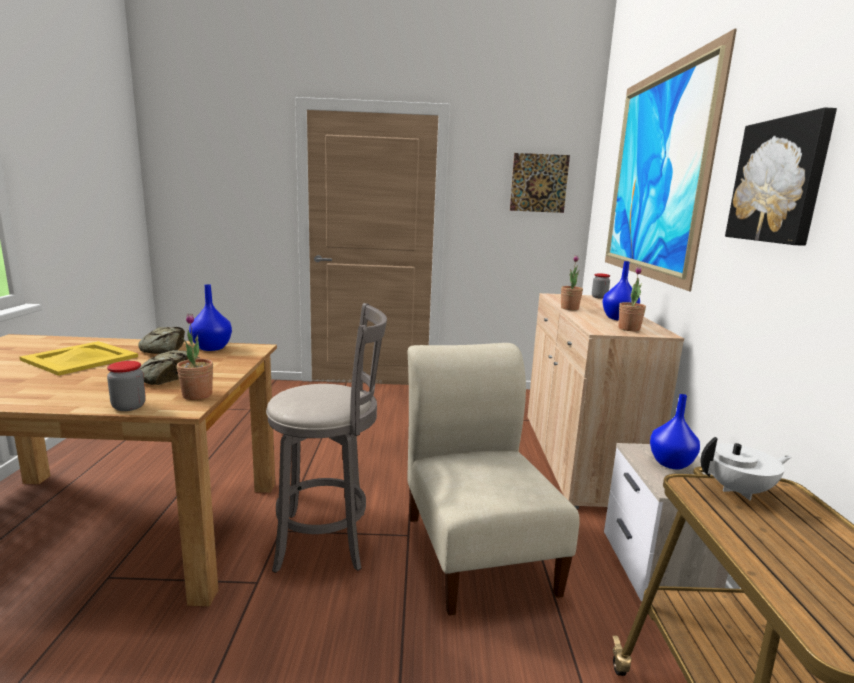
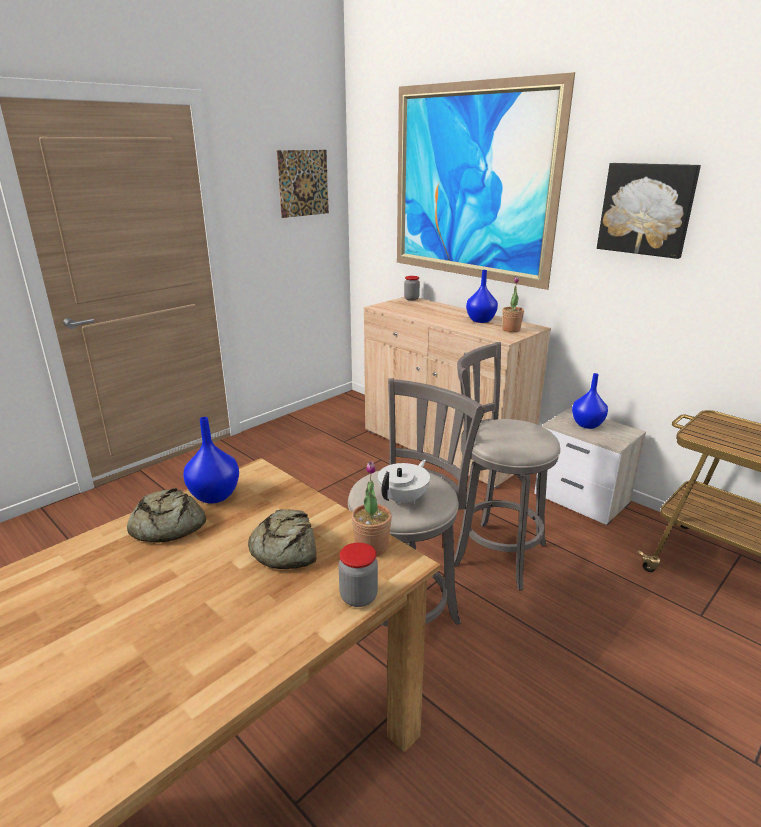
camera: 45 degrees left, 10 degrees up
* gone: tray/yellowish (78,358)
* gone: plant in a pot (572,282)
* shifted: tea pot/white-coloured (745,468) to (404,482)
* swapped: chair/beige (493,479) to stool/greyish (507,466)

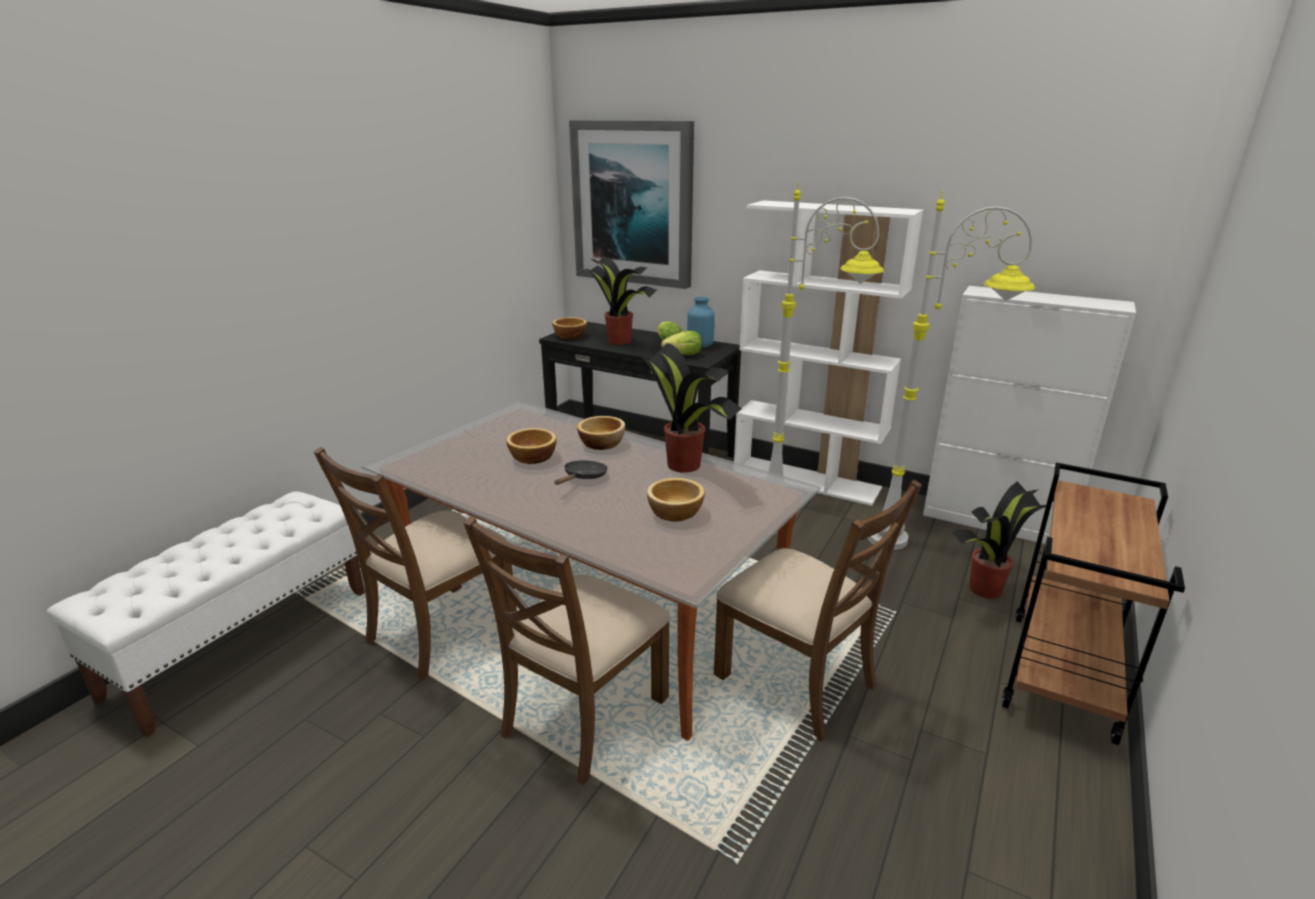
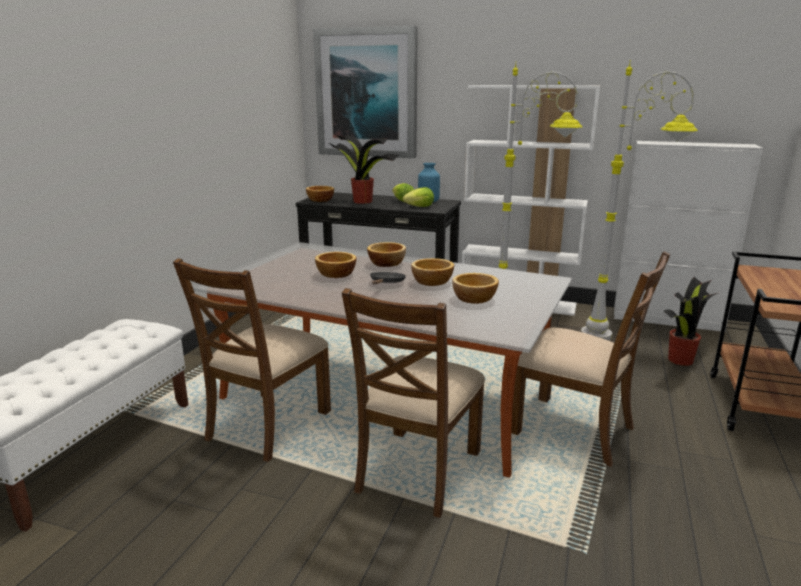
camera: 10 degrees left, 5 degrees down
* gone: plant in a pot (690,408)
* new: serving bowl (432,272)

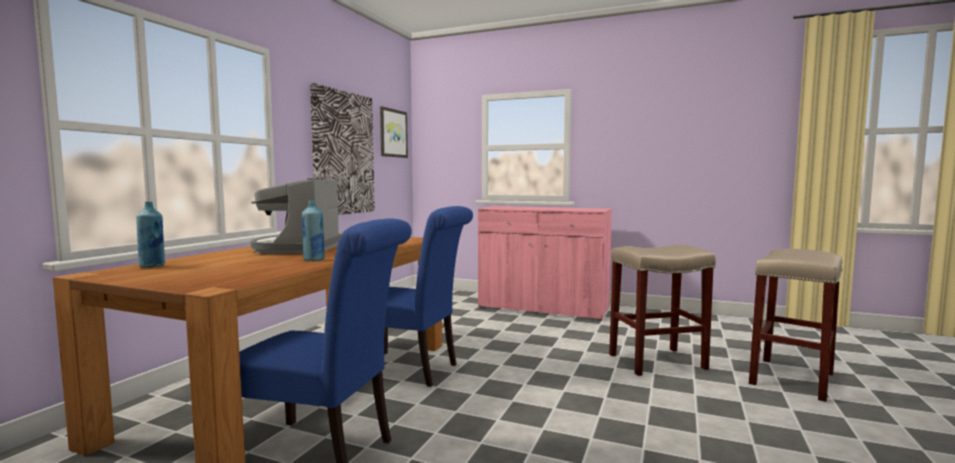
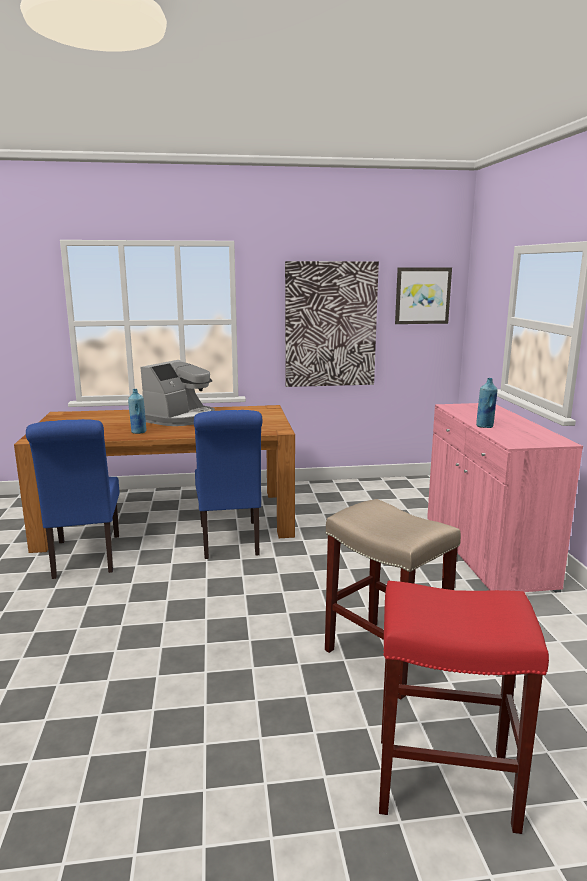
camera: 60 degrees right, 10 degrees up
* shifted: bottle/blue-coloured (150,235) to (487,403)
* repainted: stool/beige (796,325) to stool/red-coloured (464,707)
* rotated: coffee maker (296,216) = (177,393) 150 degrees clockwise

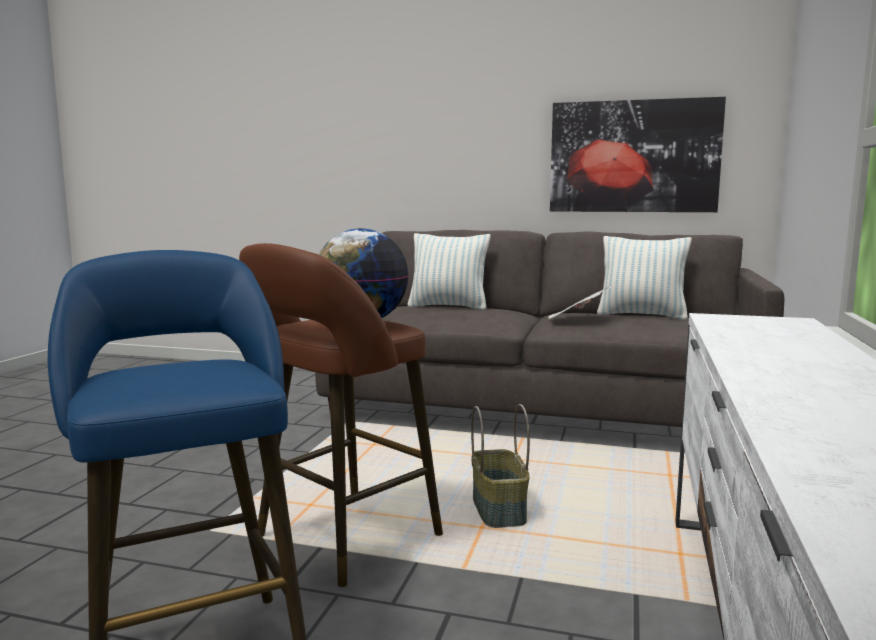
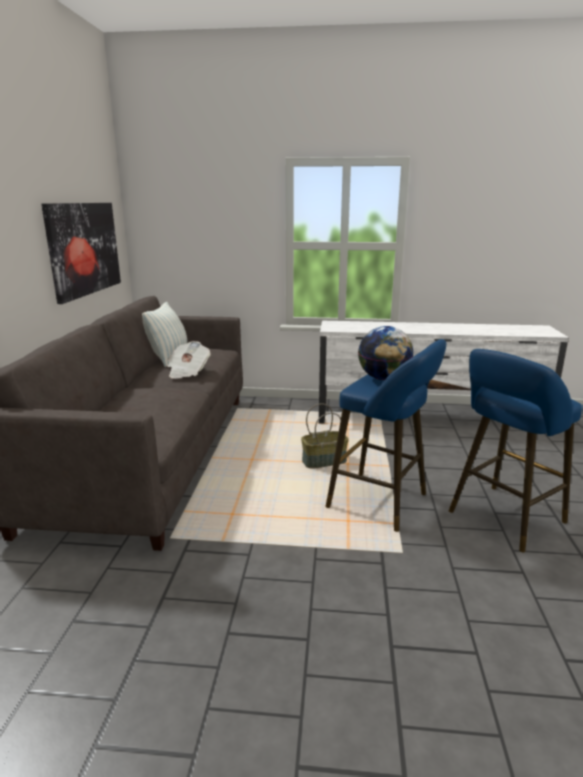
camera: 100 degrees left, 10 degrees up
* gone: pillow (449,271)
* repainted: stool/brown-coloured (341,415) to stool/blue-coloured (386,435)

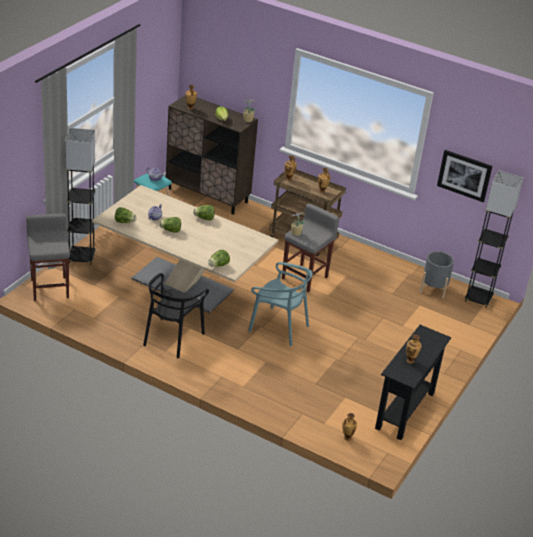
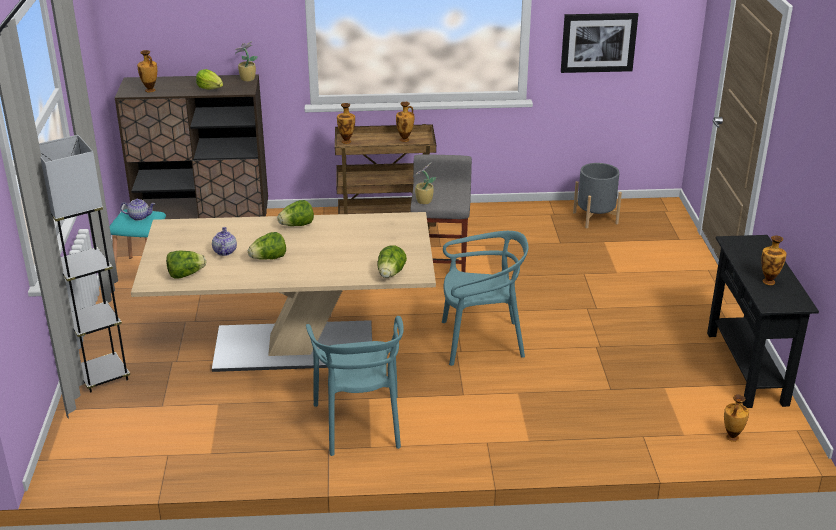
camera: 30 degrees left, 5 degrees down
* gone: stool/greyish (48,257)
* gone: standard lamp/greyish (494,239)
* repainted: chair/black-coloured (176,315) to chair/blue-green (355,386)

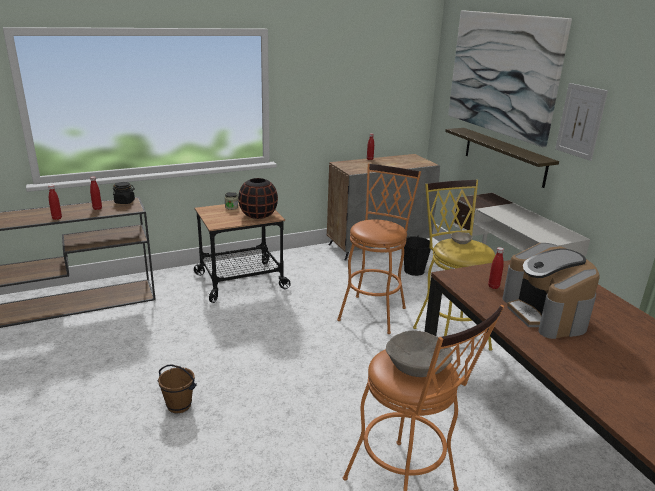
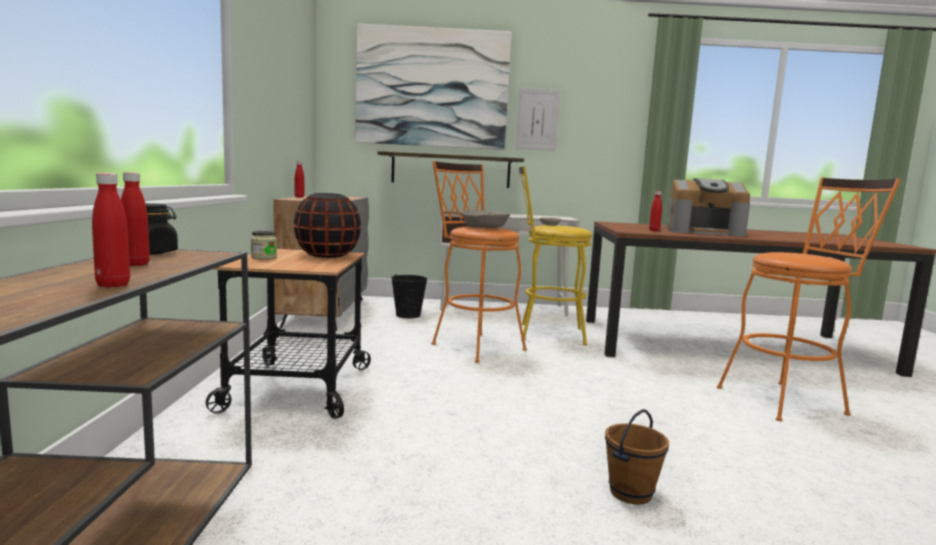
camera: 65 degrees left, 15 degrees down
* shifted: serving bowl/beige (419,354) to (485,218)

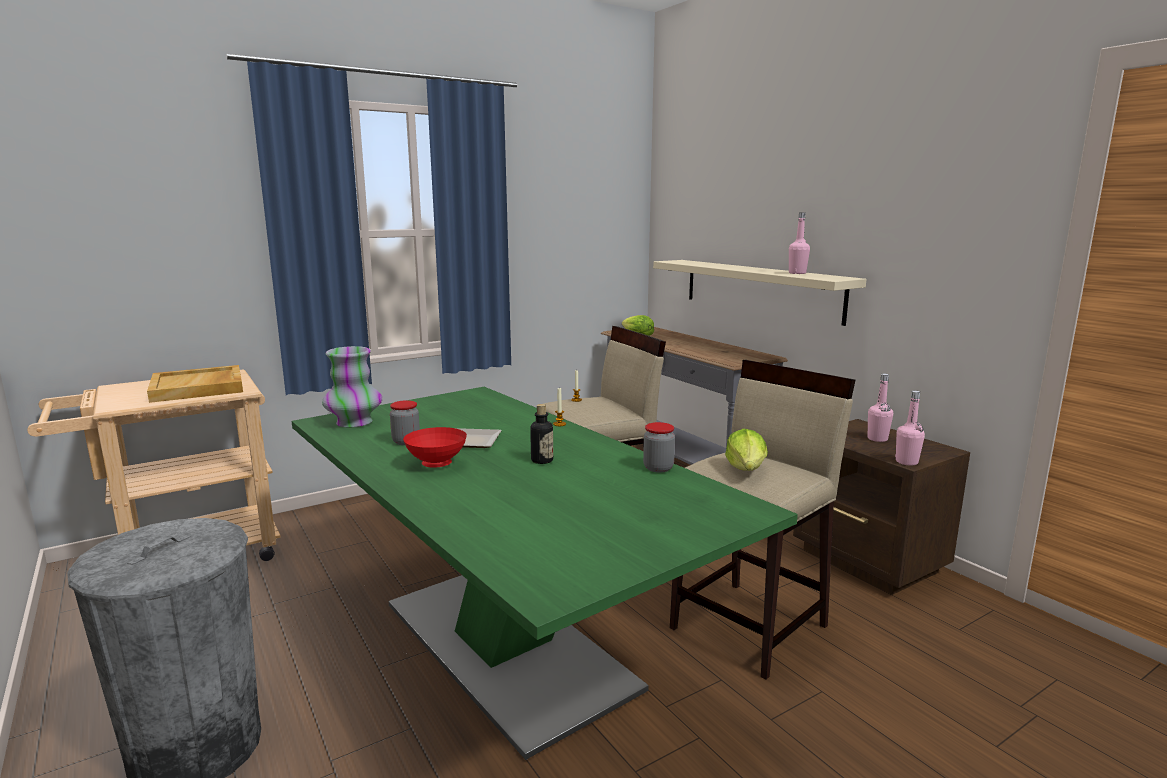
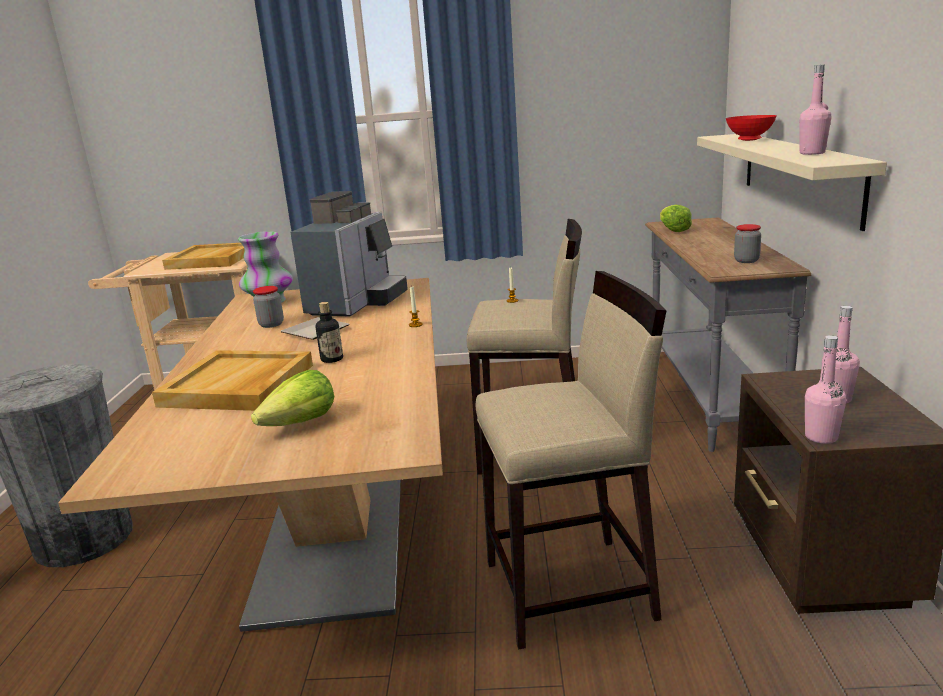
camera: 35 degrees right, 5 degrees up
* new: tray/beige (232,380)
* new: coffee maker (349,254)
* shifted: serving bowl/red-coloured (435,447) to (751,128)
* shifted: preserve jar (659,447) to (747,243)
* shifted: head of lettuce (746,450) to (292,398)
* repainted: kitchen table/green (545,573) to kitchen table/beige (250,455)

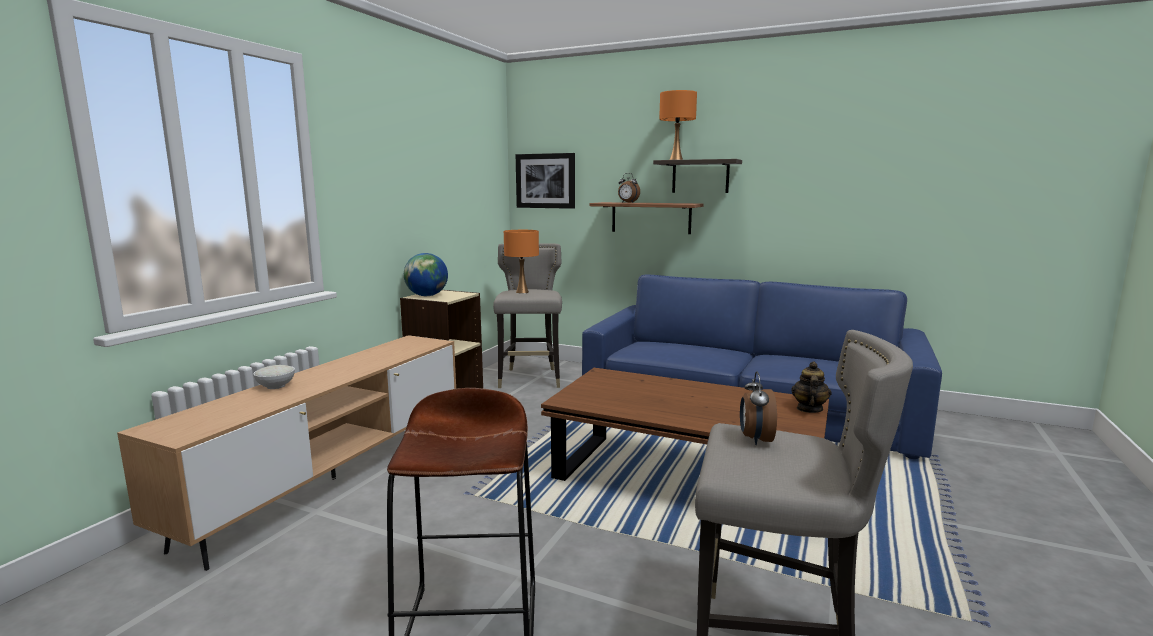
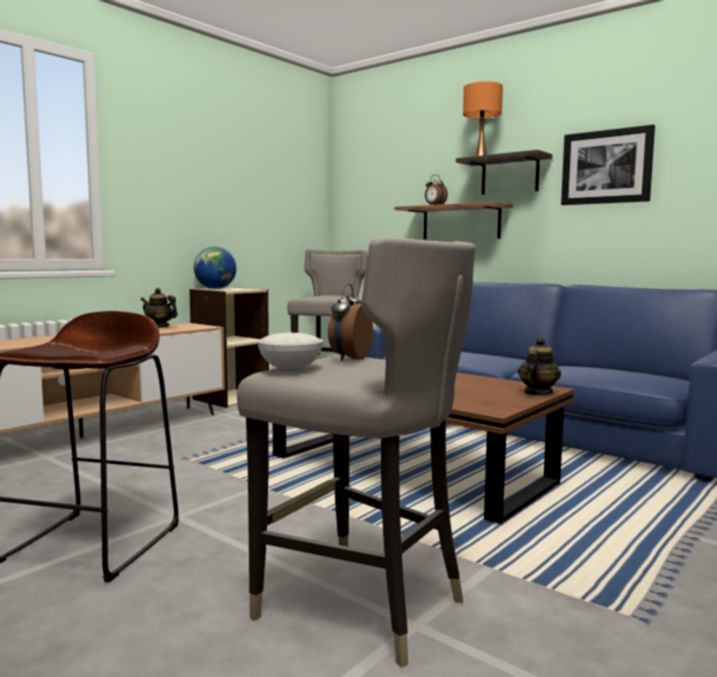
camera: 15 degrees right, 5 degrees down
* gone: lamp for a table/orange-coloured (521,261)
* new: tea pot (159,308)
* shifted: serving bowl/white-coloured (274,377) to (290,352)
* shifted: wall art (545,181) to (608,165)

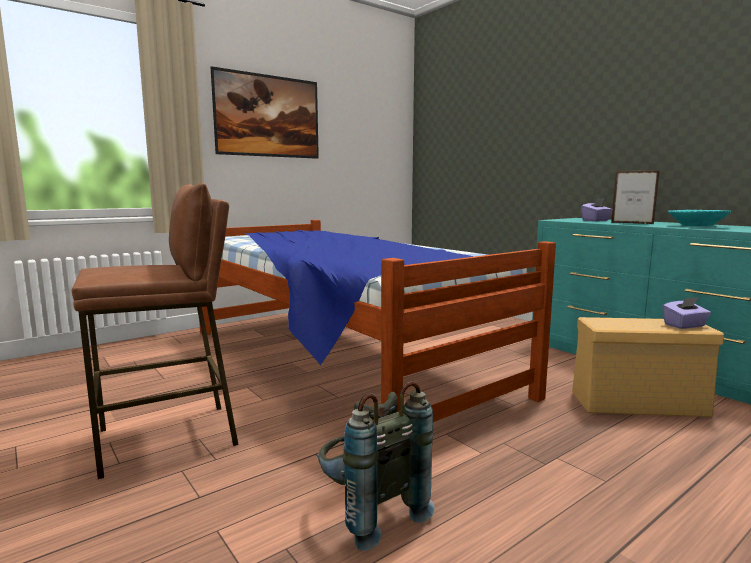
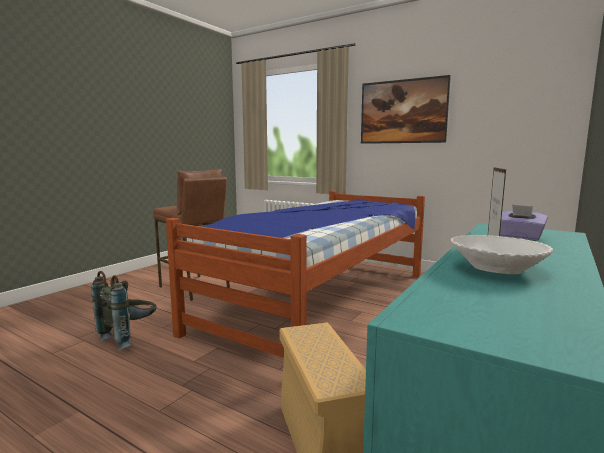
camera: 70 degrees right, 0 degrees up
* gone: tissue box/purplish (686,313)
* repainted: serving bowl/blue-green (699,218) to serving bowl/white-coloured (502,254)

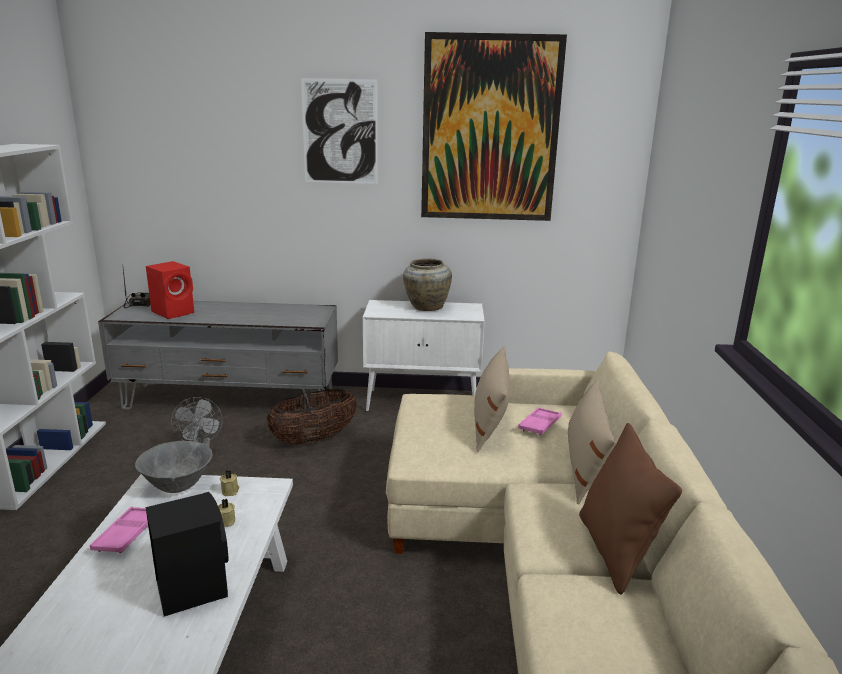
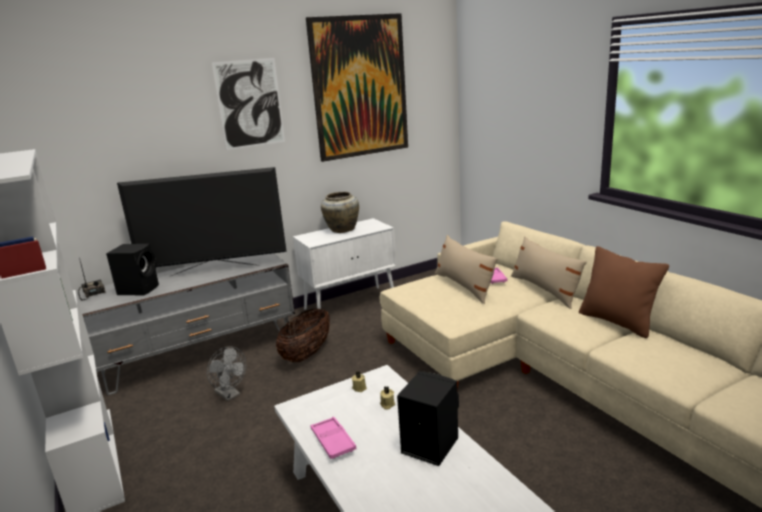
camera: 30 degrees left, 0 degrees up
* gone: serving bowl/greyish (173,467)
* new: television (202,222)
* repainted: speaker/red-coloured (170,290) to speaker/black-coloured (132,270)

